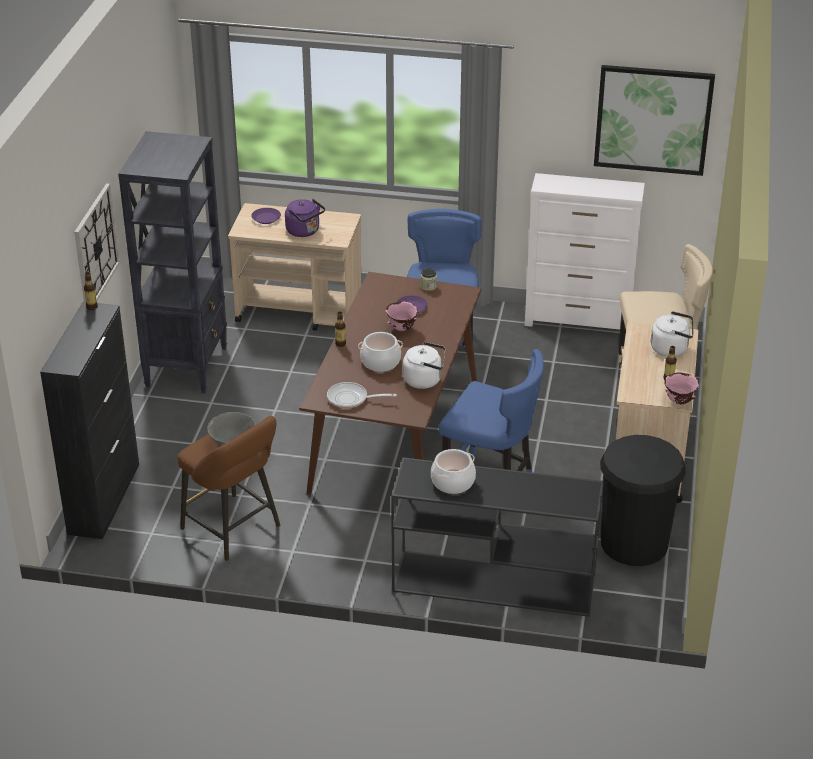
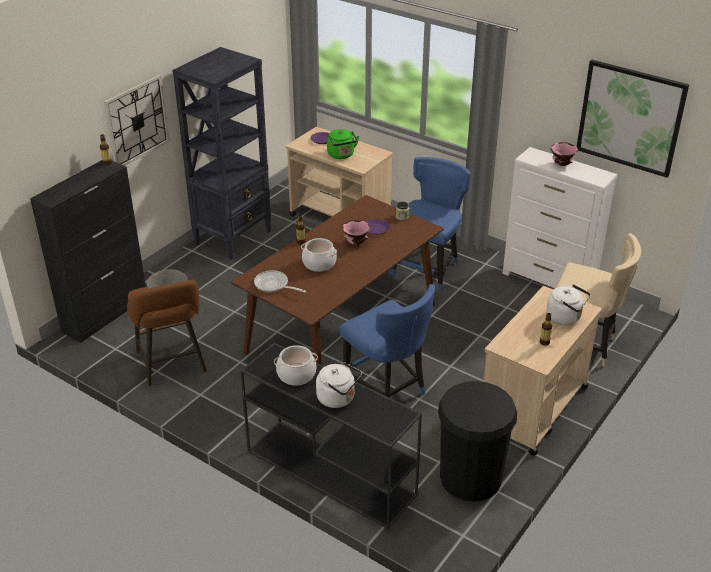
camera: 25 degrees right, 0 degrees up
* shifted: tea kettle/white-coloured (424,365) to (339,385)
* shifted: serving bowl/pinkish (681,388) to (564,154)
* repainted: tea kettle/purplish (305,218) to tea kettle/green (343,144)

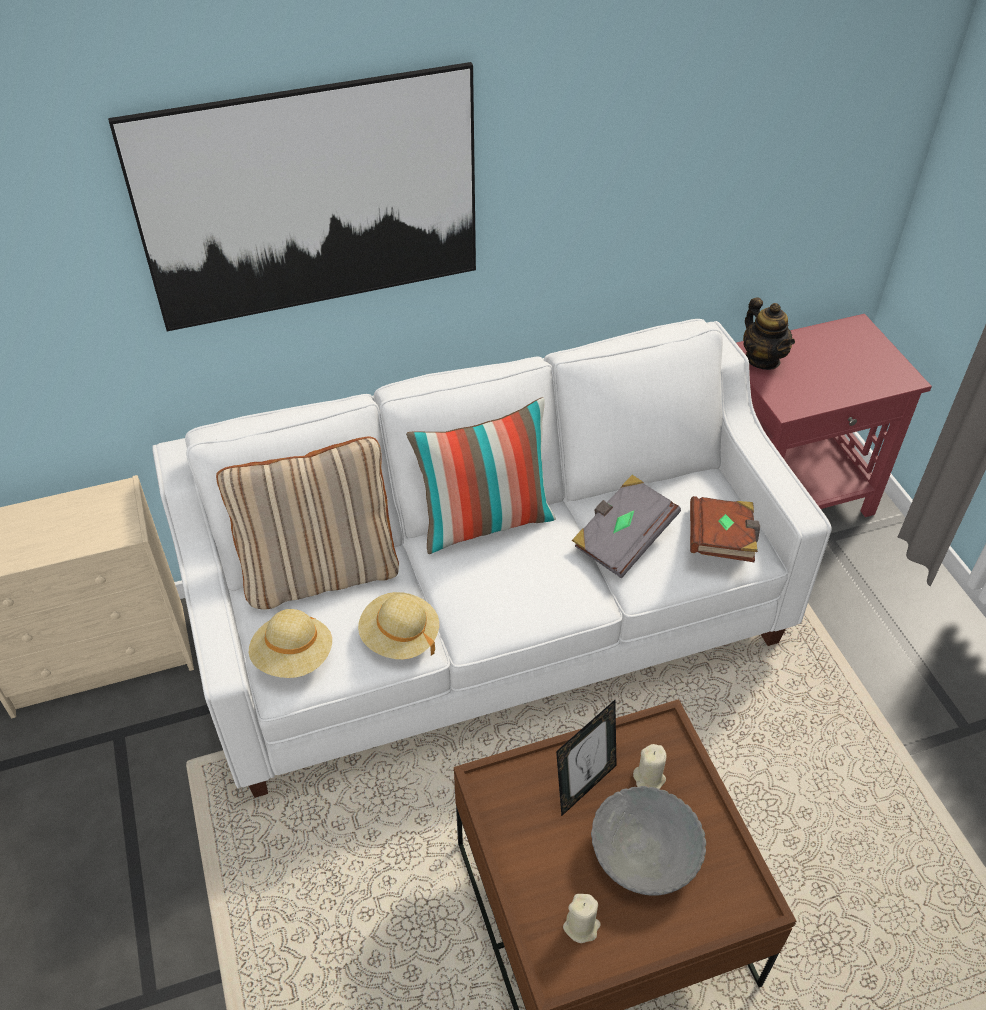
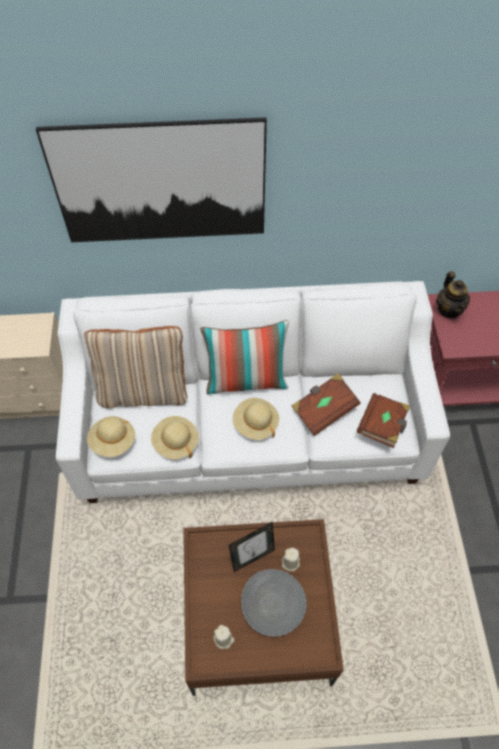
camera: 15 degrees right, 10 degrees up
* new: wearable hat/beige (256,419)
* repainted: bound book/greyish (626,526) to bound book/brown-coloured (326,404)

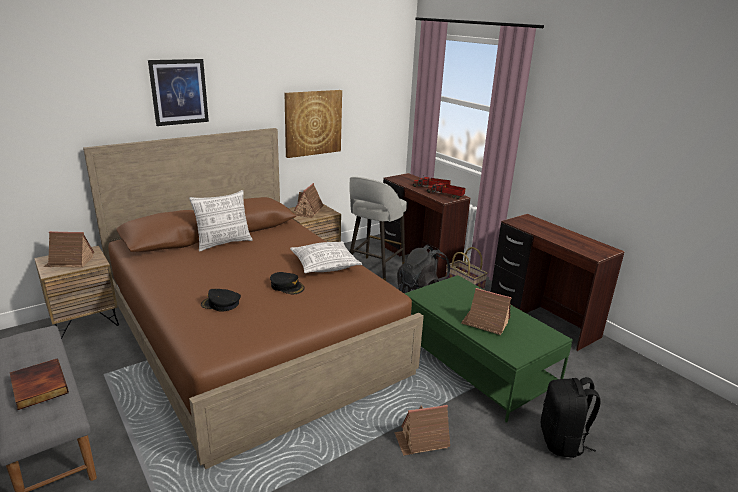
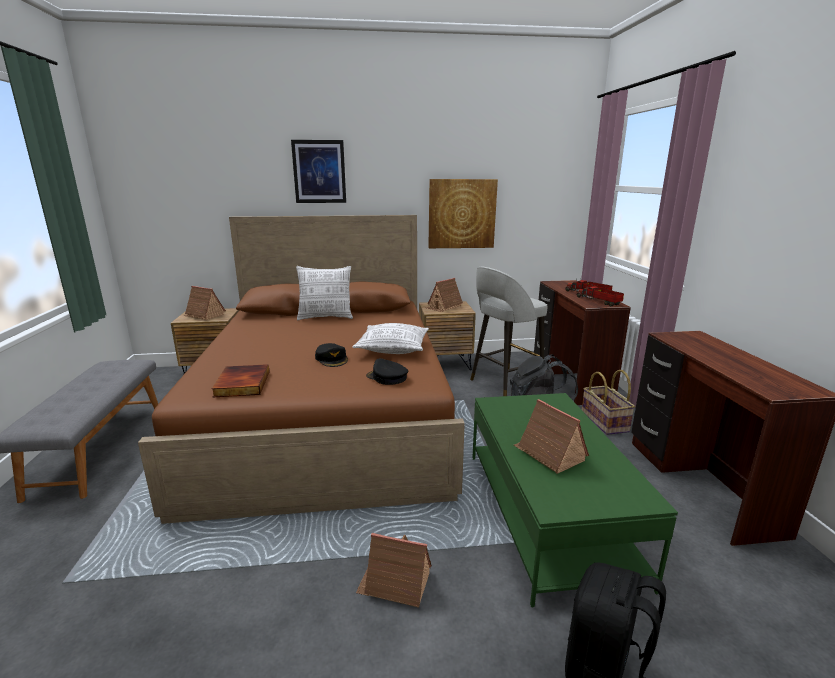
camera: 30 degrees right, 5 degrees down
* shifted: bound book (39,384) to (241,380)
* shifted: peaked cap/black-coloured (221,300) to (387,371)

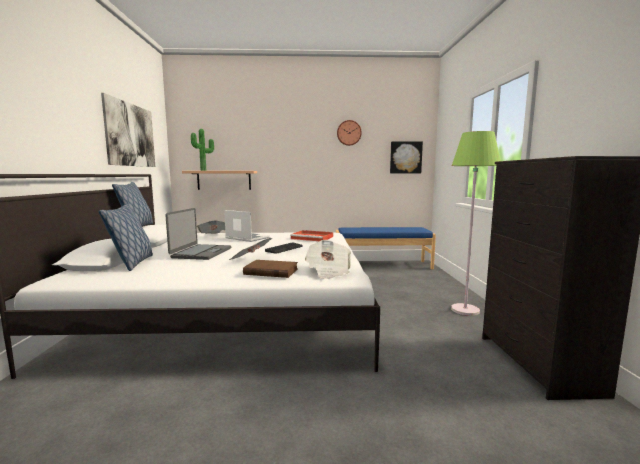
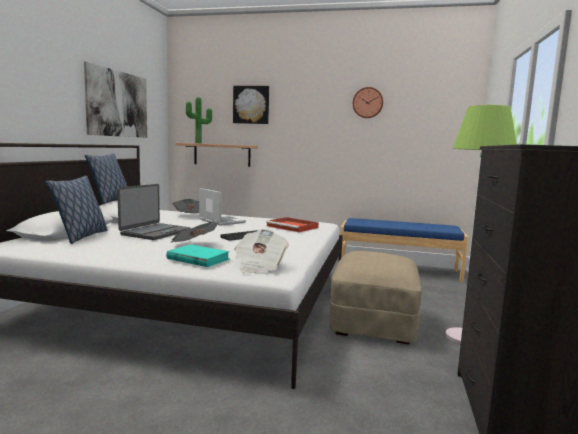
camera: 15 degrees right, 0 degrees up
* new: pouffe/beige (375,297)
* shifted: wall art (406,157) to (251,105)
* repainted: bound book/brown-coloured (270,269) to bound book/blue-green (198,256)

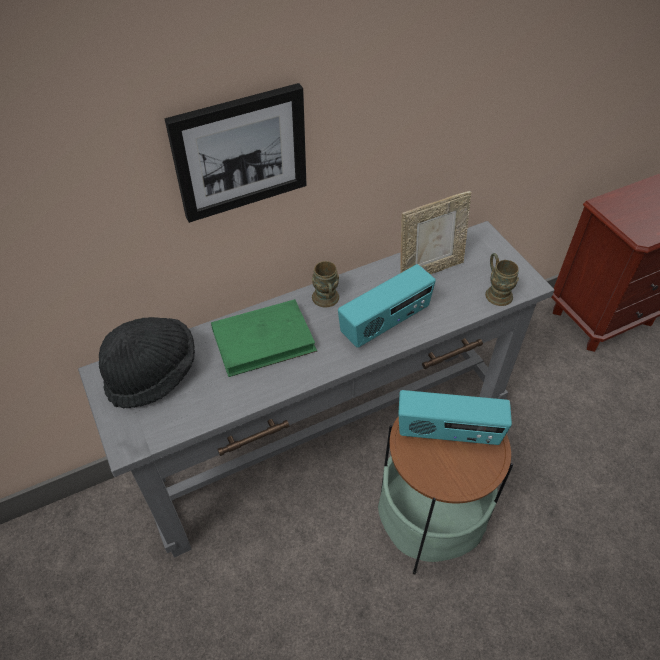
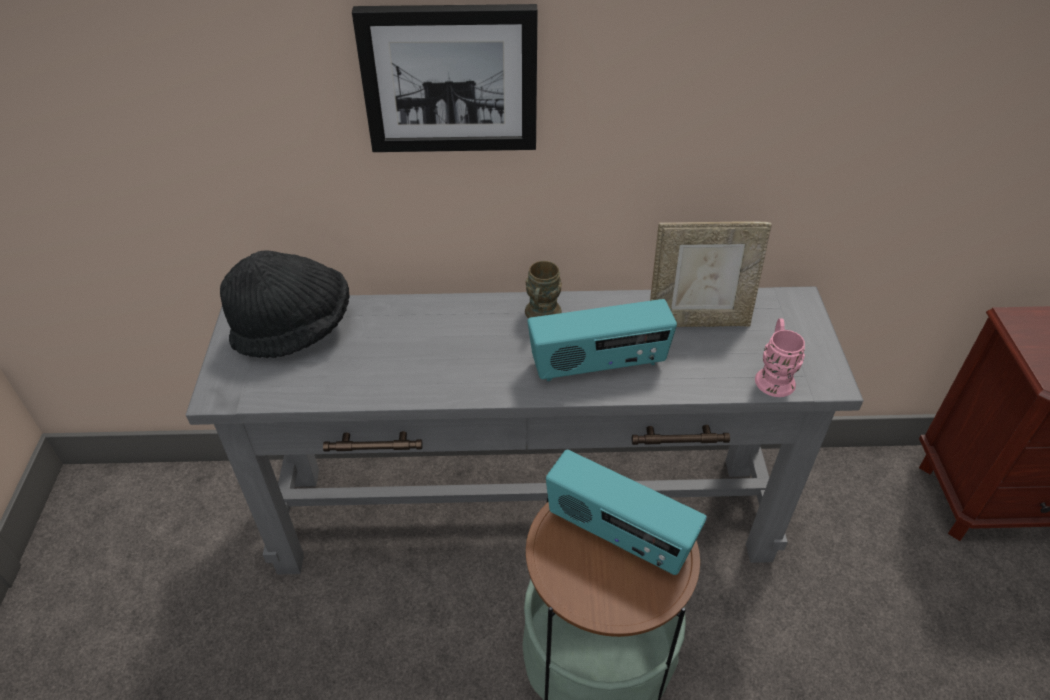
camera: 25 degrees right, 5 degrees down
* gone: bound book/green (264,338)
* repainted: coffee mug/brown-coloured (502,279) to coffee mug/pinkish (780,357)

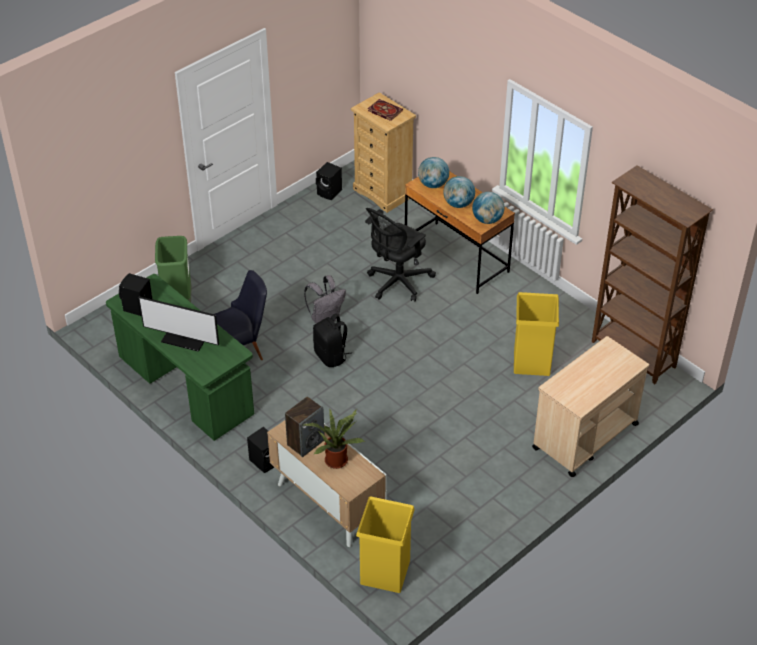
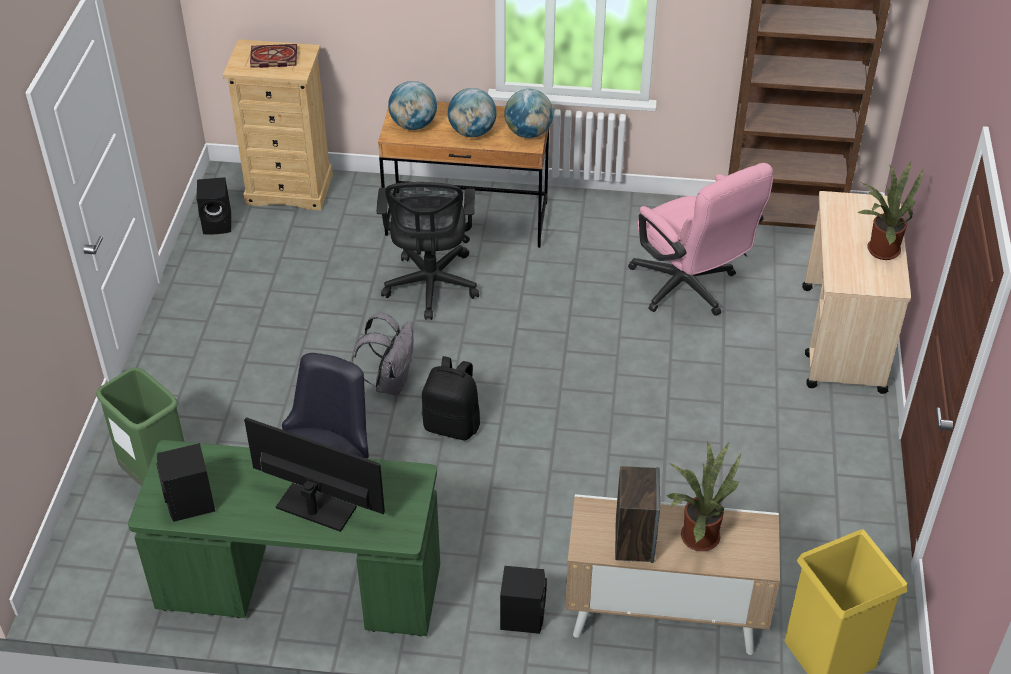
camera: 40 degrees left, 0 degrees up
* new: plant in a pot (890,211)
* swapped: trash can/yellowish (536,334) to computer chair/pinkish (700,239)
* rotated: computer screen (178,324) = (314,474) 135 degrees counterclockwise

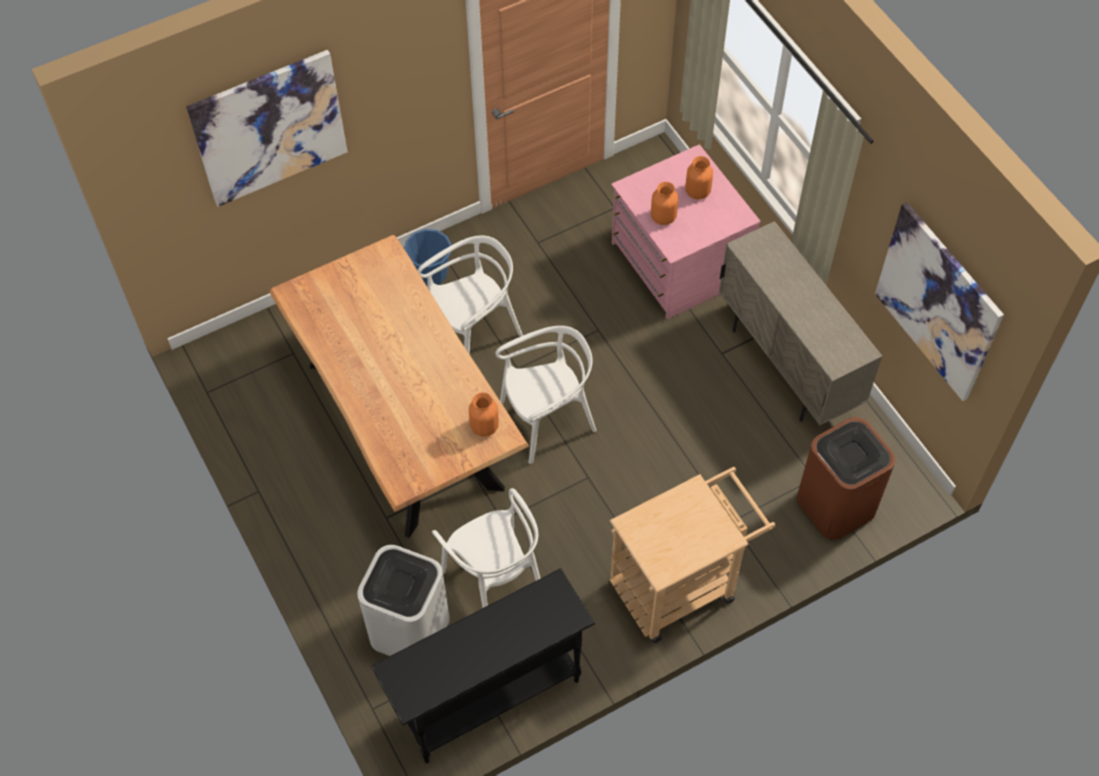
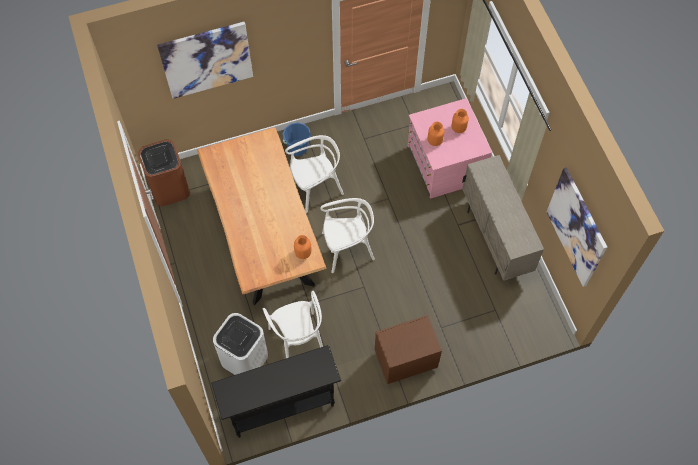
camera: 10 degrees right, 5 degrees up
* shifted: trash can/brown-coloured (846,478) to (164,173)
* swapped: cart/beige (692,555) to nightstand/brown-coloured (408,349)

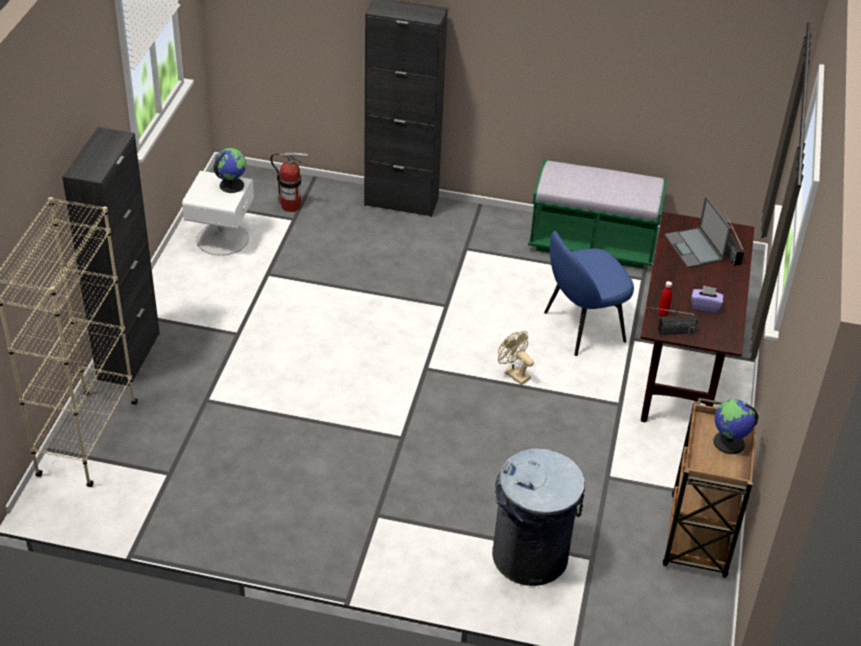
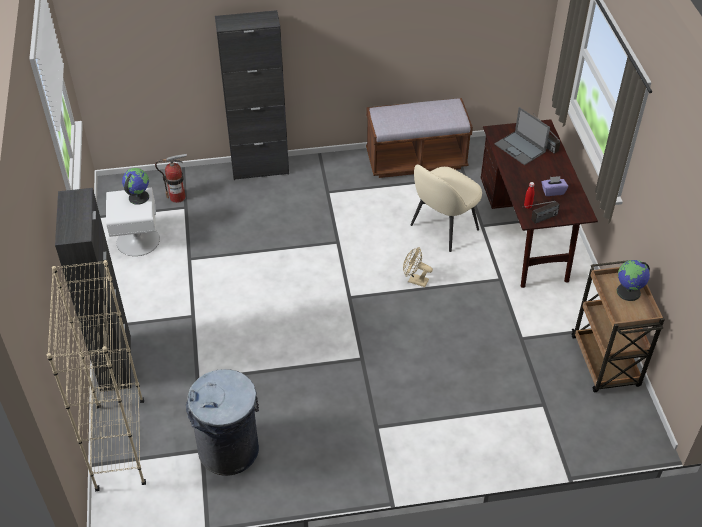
camera: 20 degrees left, 5 degrees up
* shifted: trash can/greyish (538,517) to (222,422)
* repainted: bench/green (597,214) to bench/brown-coloured (419,138)
* repainted: chair/blue-coloured (589,293) to chair/beige (446,208)

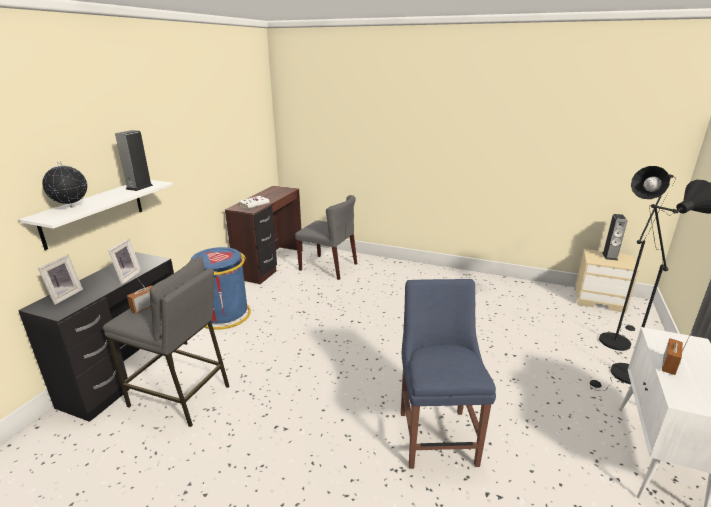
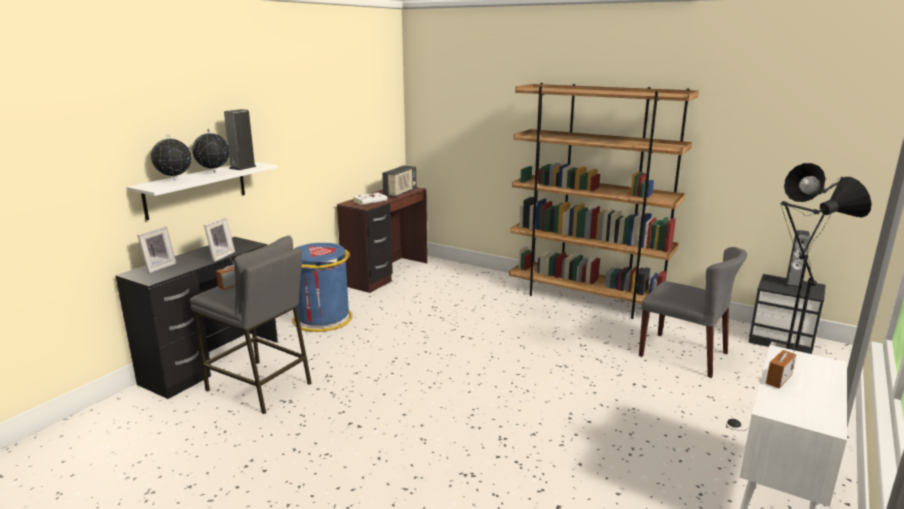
camera: 10 degrees right, 5 degrees down
* gone: chair/blue-coloured (448,374)
* new: desk globe (211,151)
* new: radio receiver (399,181)
* new: bookcase/brown-coloured (604,201)
* shifted: chair/greyish (326,237) to (693,312)
* repainted: nightstand/beige (607,281) to nightstand/black-coloured (787,314)

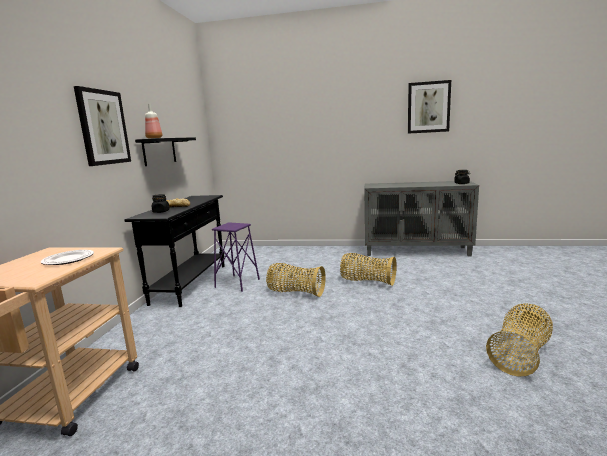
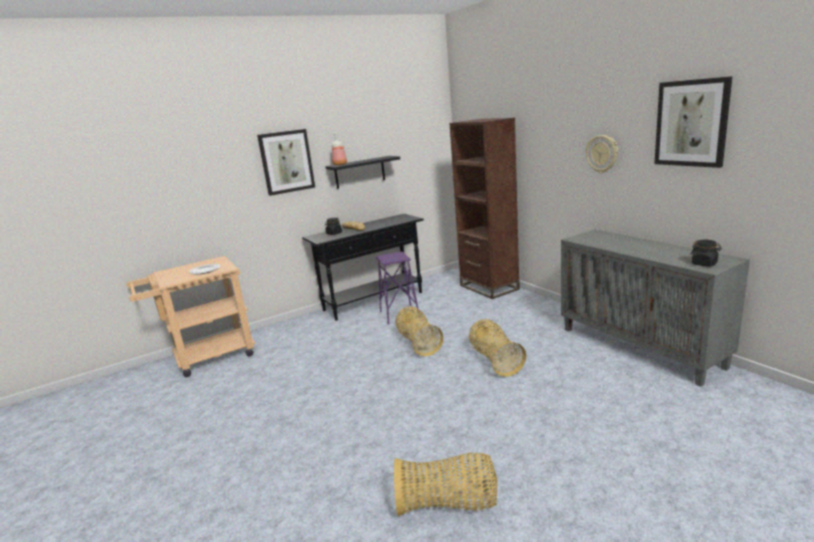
camera: 50 degrees right, 5 degrees up
* new: bookcase/brown-coloured (485,208)
* new: wall clock (602,154)

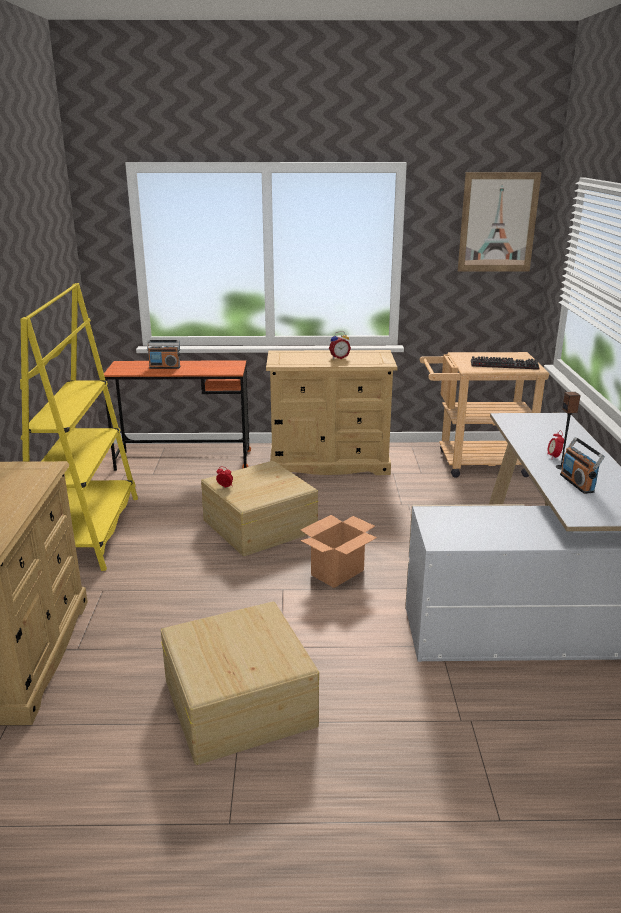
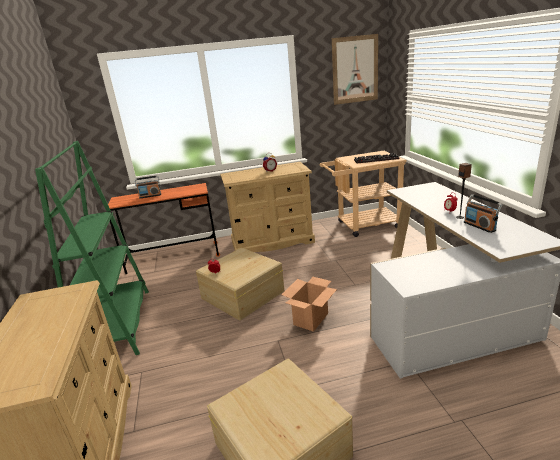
camera: 10 degrees left, 0 degrees up
* repainted: bookcase/yellowish (79,427) to bookcase/green (92,248)

